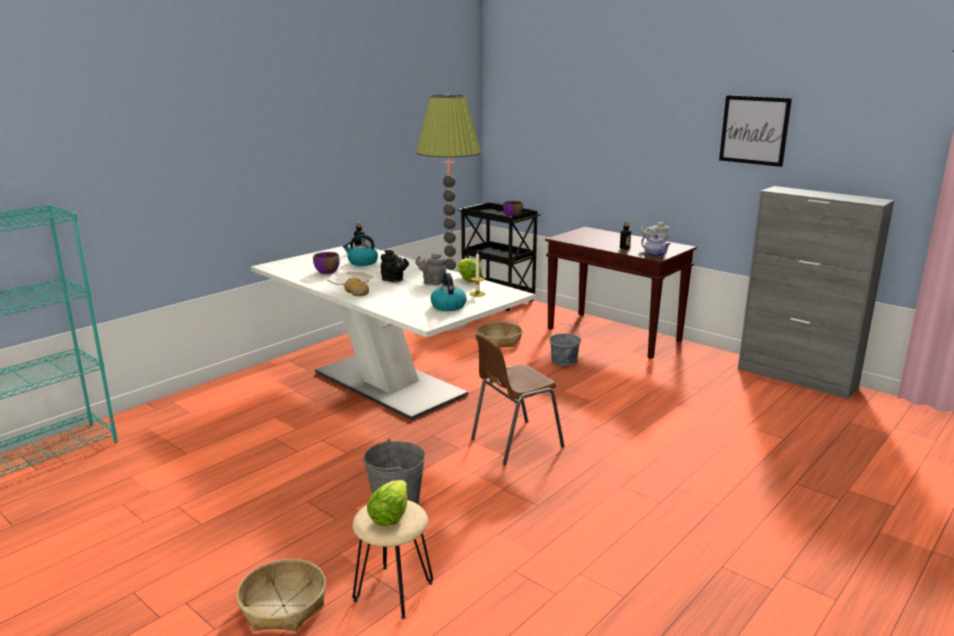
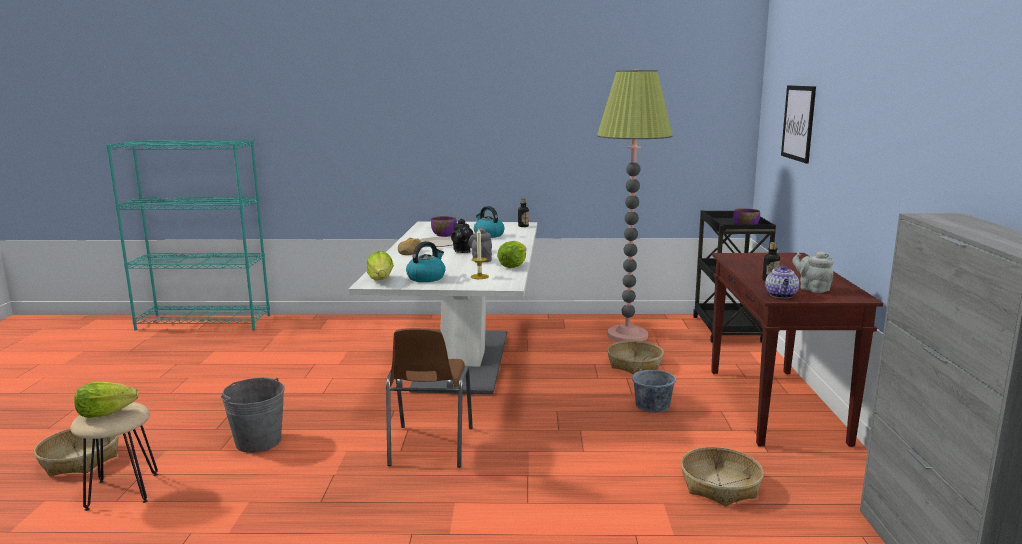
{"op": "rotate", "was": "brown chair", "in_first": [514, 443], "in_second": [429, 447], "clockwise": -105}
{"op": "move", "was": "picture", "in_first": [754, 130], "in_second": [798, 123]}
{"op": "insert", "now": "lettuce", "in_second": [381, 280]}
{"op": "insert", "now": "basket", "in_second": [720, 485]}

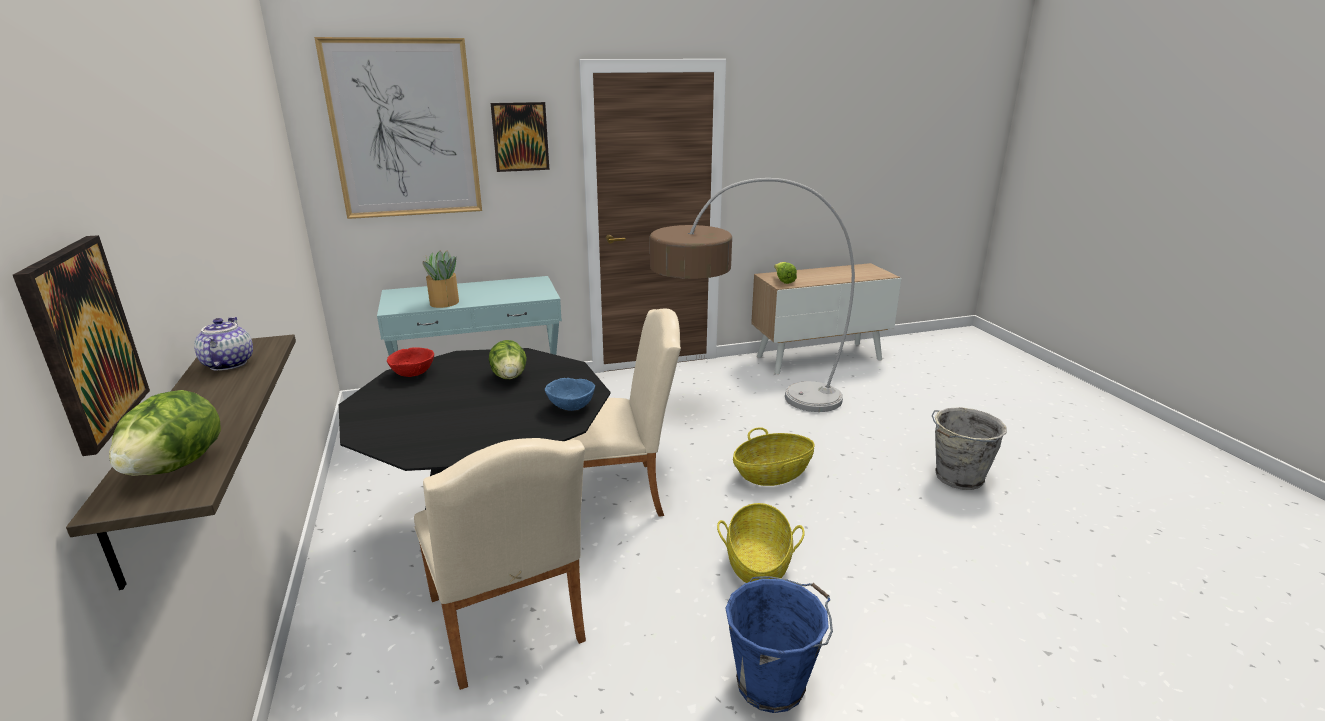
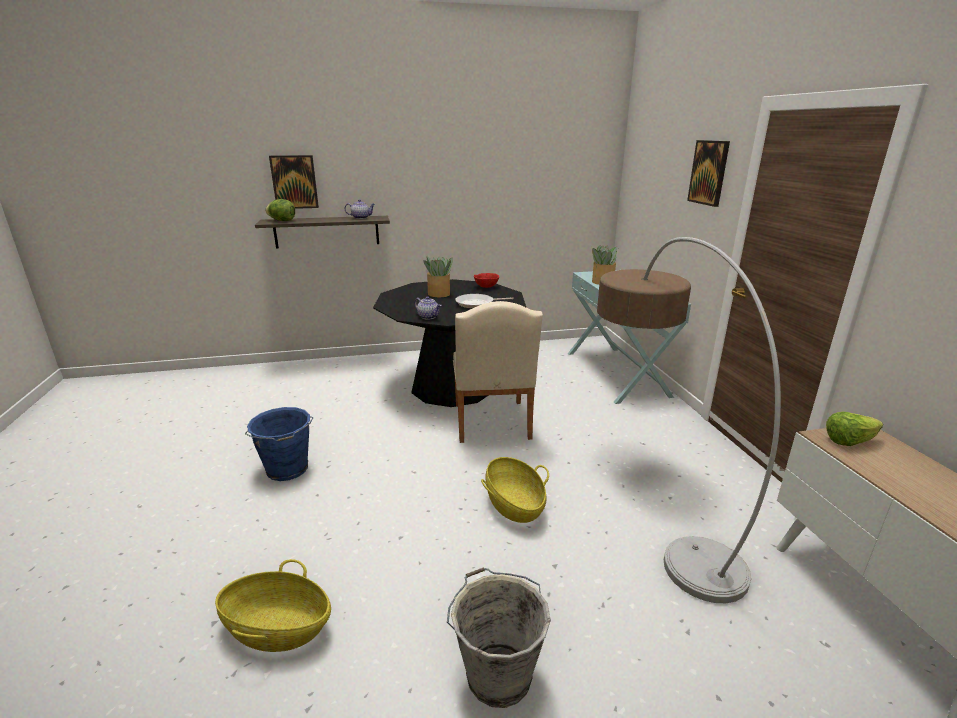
{"op": "delete", "was": "picture", "in_first": [404, 130]}
{"op": "delete", "was": "beige chair", "in_first": [508, 627]}
{"op": "replace", "was": "lettuce", "now": "frying pan", "in_first": [509, 377], "in_second": [477, 304]}
{"op": "replace", "was": "blue bowl", "now": "teapot", "in_first": [570, 407], "in_second": [429, 317]}
{"op": "move", "was": "basket", "in_first": [758, 563], "in_second": [278, 628]}
{"op": "insert", "now": "potted plant", "in_second": [439, 294]}

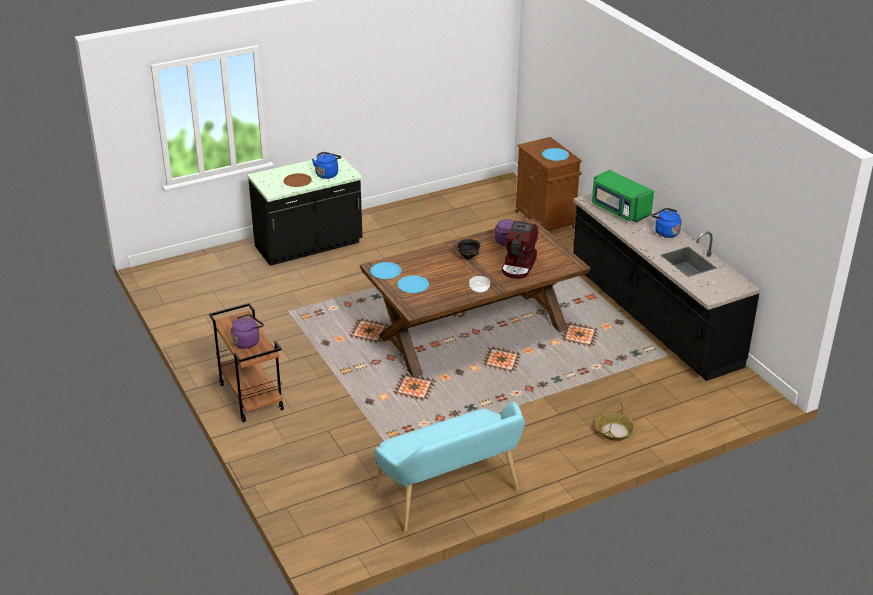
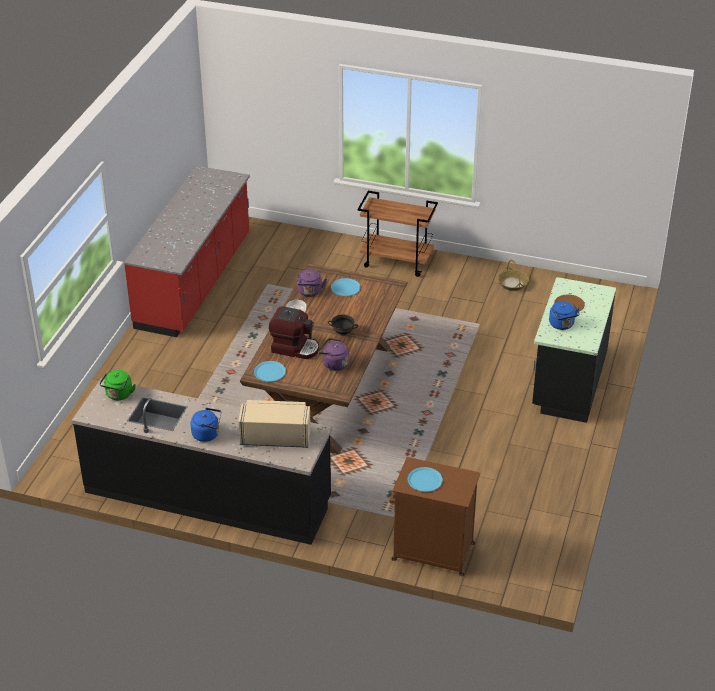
{"op": "move", "was": "purple kettle", "in_first": [247, 341], "in_second": [310, 292]}
{"op": "move", "was": "blue plate", "in_first": [385, 271], "in_second": [269, 372]}
{"op": "replace", "was": "turquoise bench", "now": "red counter", "in_first": [451, 496], "in_second": [195, 282]}
{"op": "rotate", "was": "coffee machine", "in_first": [519, 266], "in_second": [295, 348], "clockwise": 135}
{"op": "recolor", "was": "green microwave", "now": "beige microwave", "in_first": [619, 210], "in_second": [275, 437]}
{"op": "move", "was": "basket", "in_first": [614, 431], "in_second": [513, 284]}
{"op": "insert", "now": "green kettle", "in_second": [118, 395]}

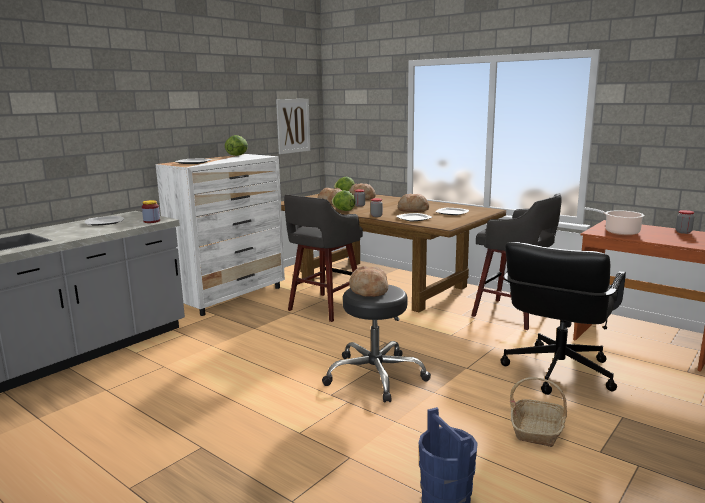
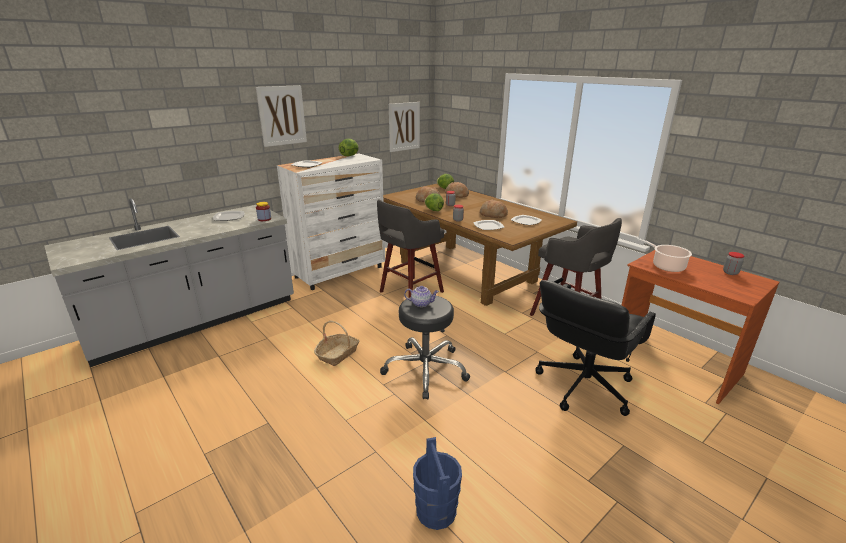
{"op": "replace", "was": "bread", "now": "teapot", "in_first": [368, 290], "in_second": [421, 303]}
{"op": "move", "was": "basket", "in_first": [537, 429], "in_second": [337, 354]}
{"op": "insert", "now": "picture", "in_second": [282, 115]}

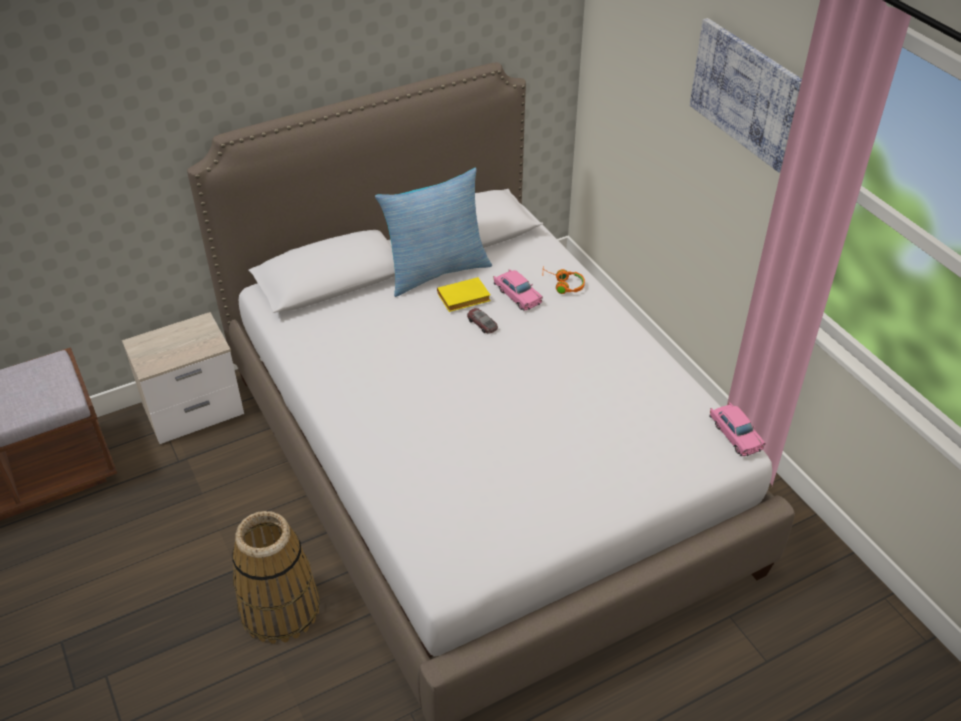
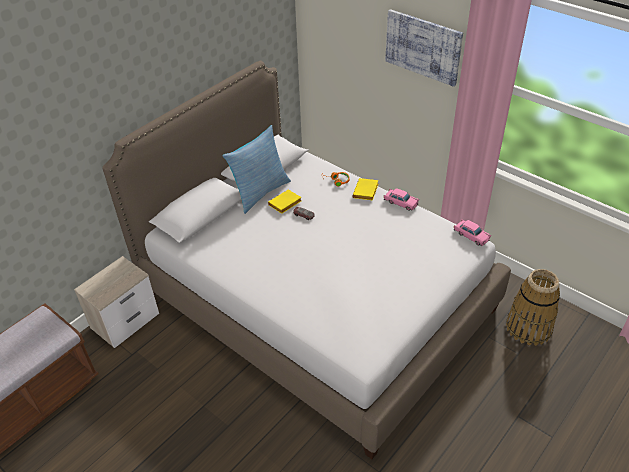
{"op": "move", "was": "basket", "in_first": [280, 609], "in_second": [529, 327]}
{"op": "move", "was": "pink toy car", "in_first": [517, 295], "in_second": [400, 202]}
{"op": "insert", "now": "yellow book", "in_second": [366, 192]}

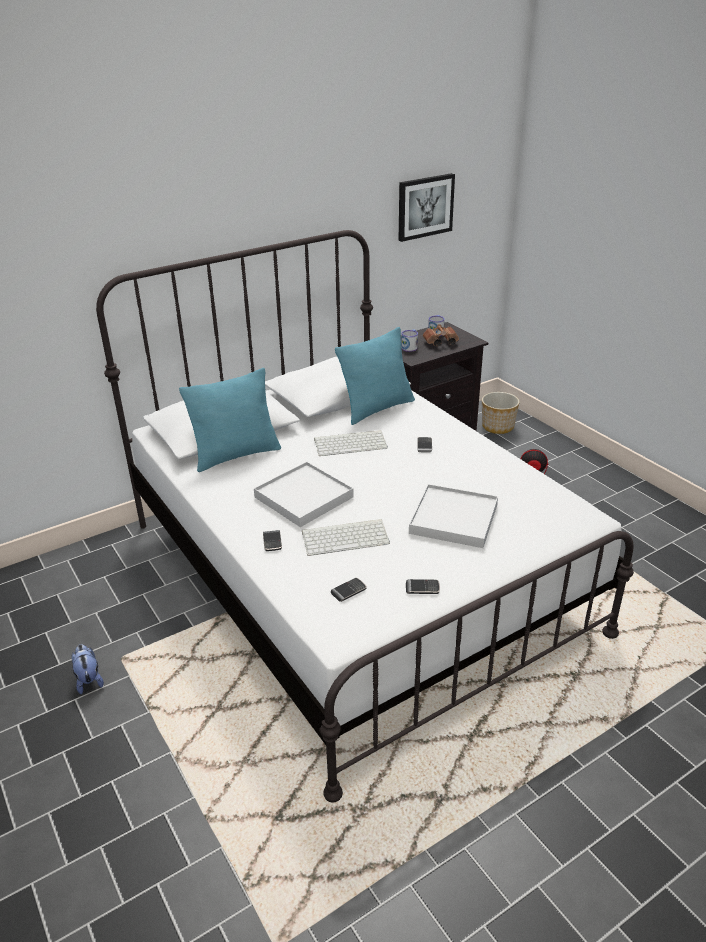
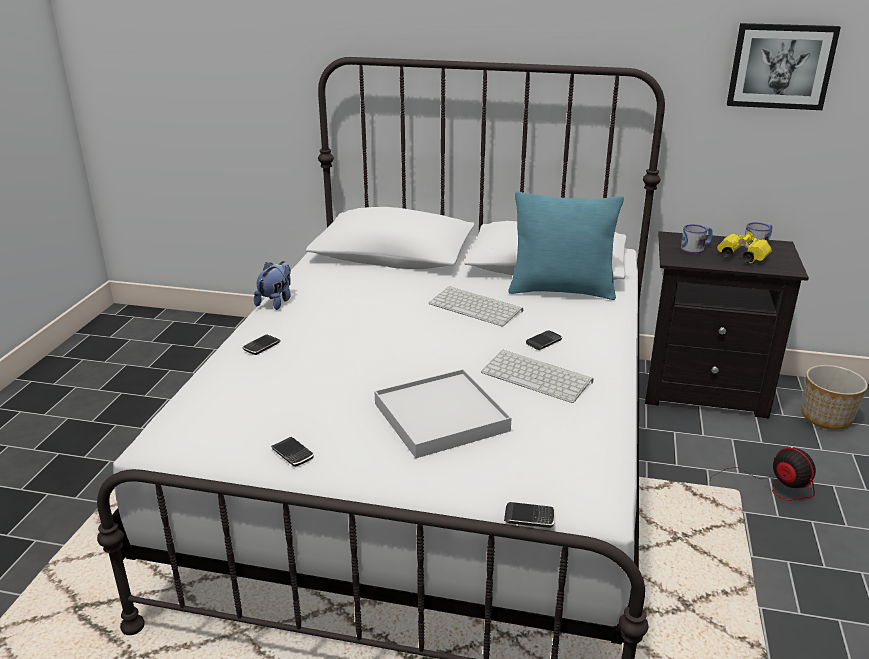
{"op": "move", "was": "plush toy", "in_first": [89, 679], "in_second": [276, 301]}
{"op": "delete", "was": "turquoise pillow", "in_first": [236, 455]}
{"op": "delete", "was": "white tray", "in_first": [303, 497]}
{"op": "move", "was": "keyboard", "in_first": [346, 537], "in_second": [538, 377]}
{"op": "move", "was": "phone", "in_first": [349, 591], "in_second": [529, 517]}
{"op": "recolor", "was": "brown binoculars", "now": "yellow binoculars", "in_first": [440, 343], "in_second": [740, 257]}

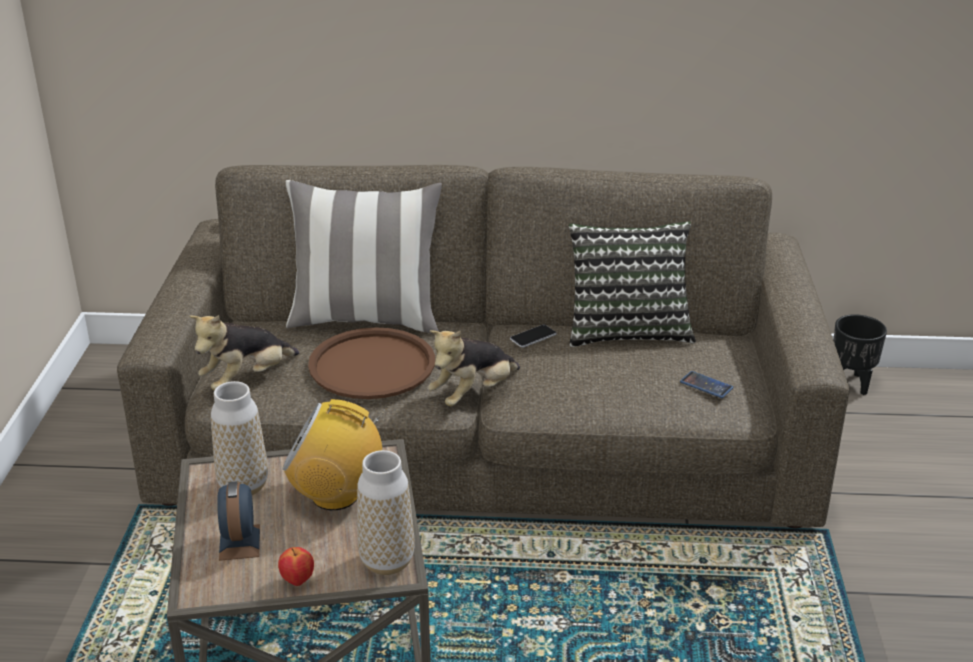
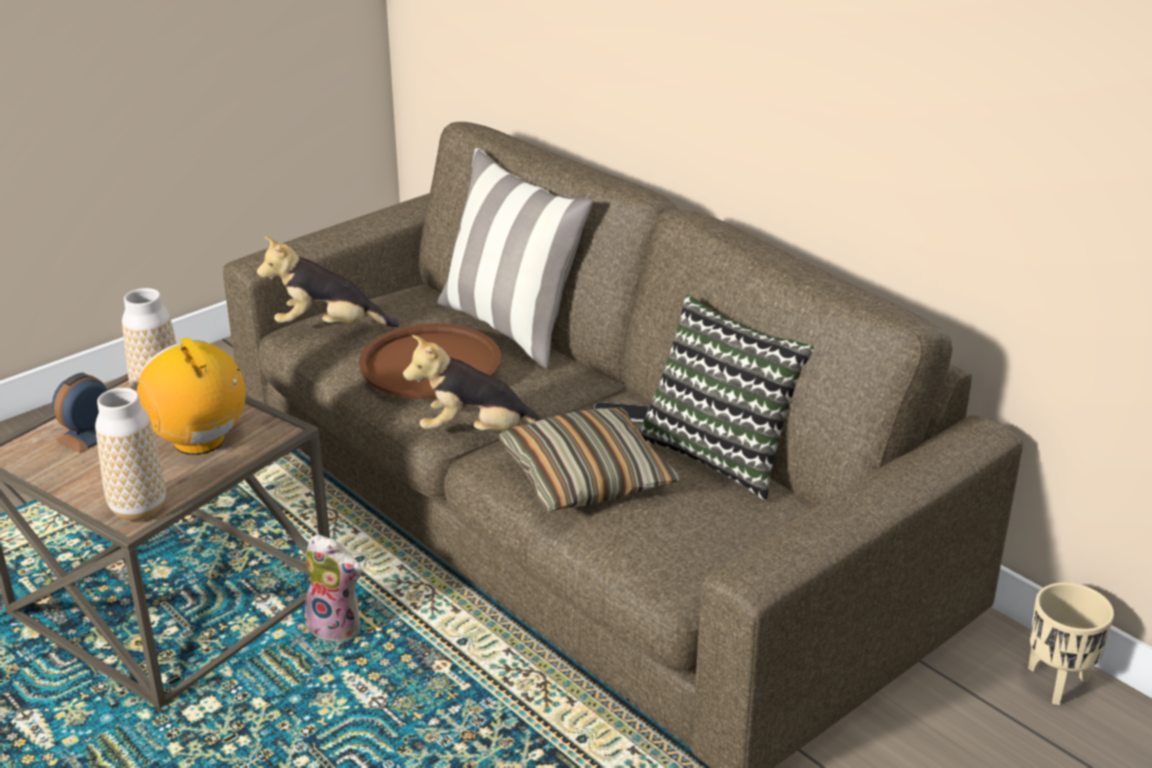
{"op": "delete", "was": "apple", "in_first": [297, 580]}
{"op": "delete", "was": "phone", "in_first": [706, 385]}
{"op": "recolor", "was": "black planter", "now": "beige planter", "in_first": [851, 383], "in_second": [1058, 683]}
{"op": "insert", "now": "plush toy", "in_second": [338, 627]}
{"op": "insert", "now": "pillow", "in_second": [586, 477]}

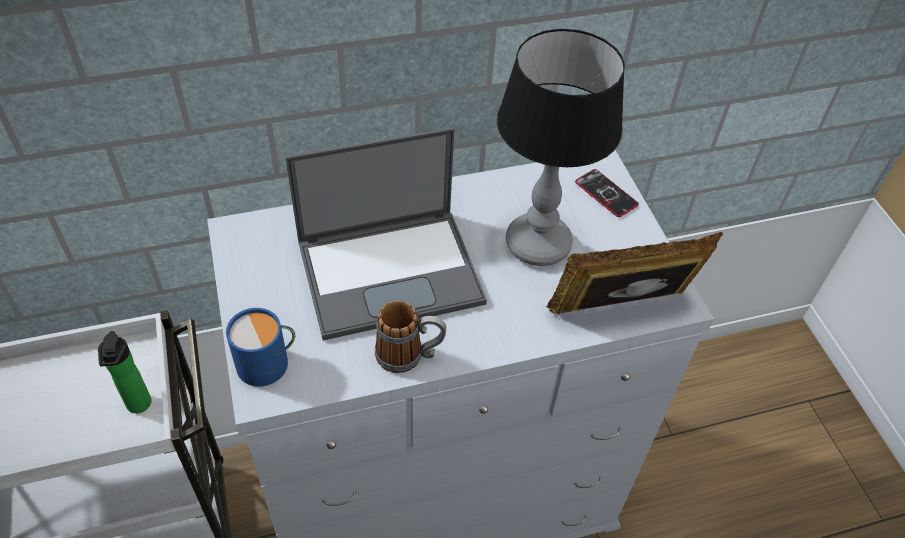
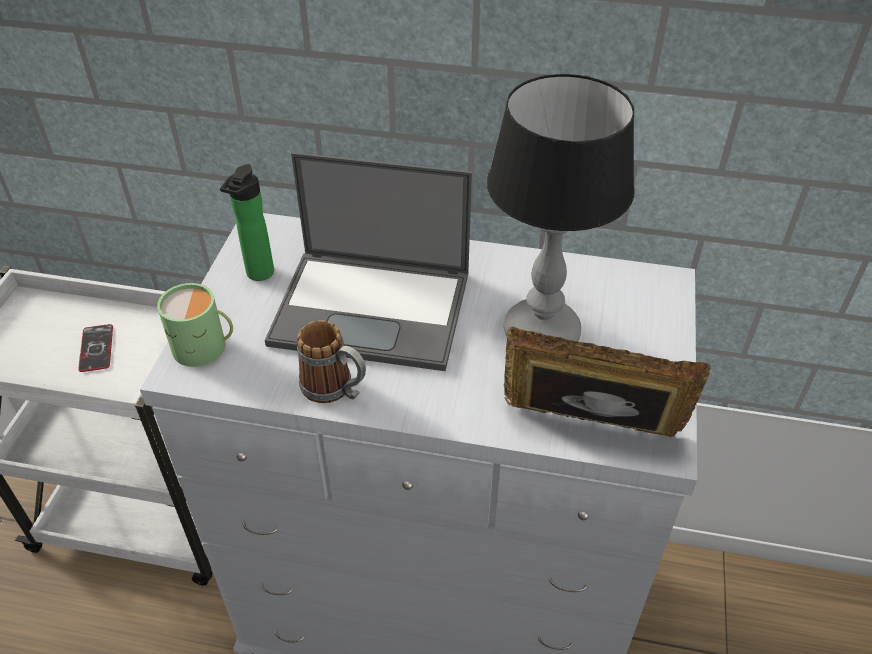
{"op": "move", "was": "bottle", "in_first": [138, 406], "in_second": [258, 275]}
{"op": "recolor", "was": "blue mug", "now": "green mug", "in_first": [268, 363], "in_second": [205, 347]}
{"op": "move", "was": "phone", "in_first": [606, 194], "in_second": [96, 348]}

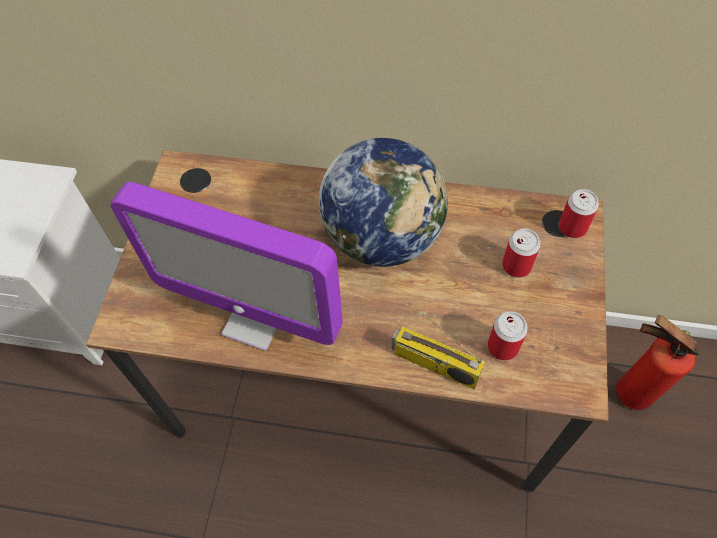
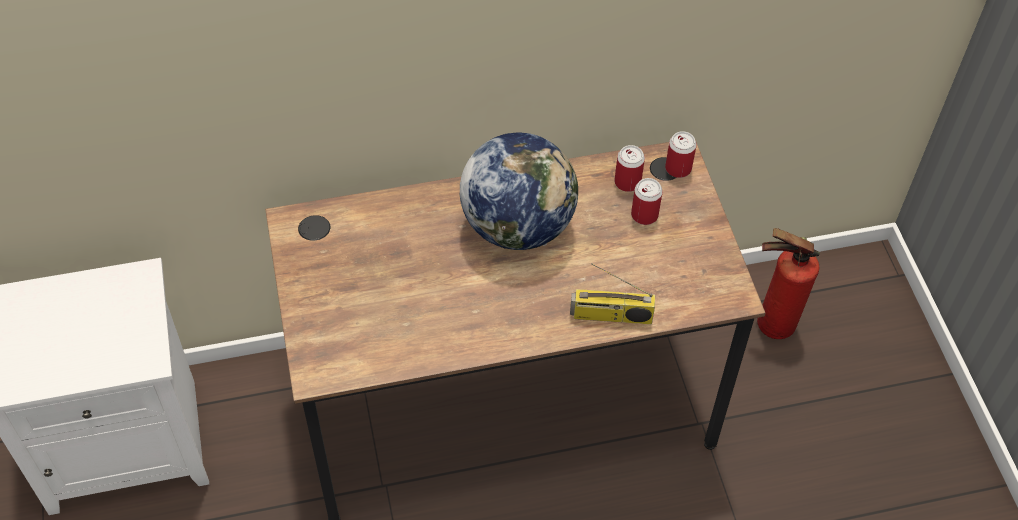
{"op": "delete", "was": "monitor", "in_first": [255, 320]}
{"op": "move", "was": "can", "in_first": [503, 346], "in_second": [627, 182]}

